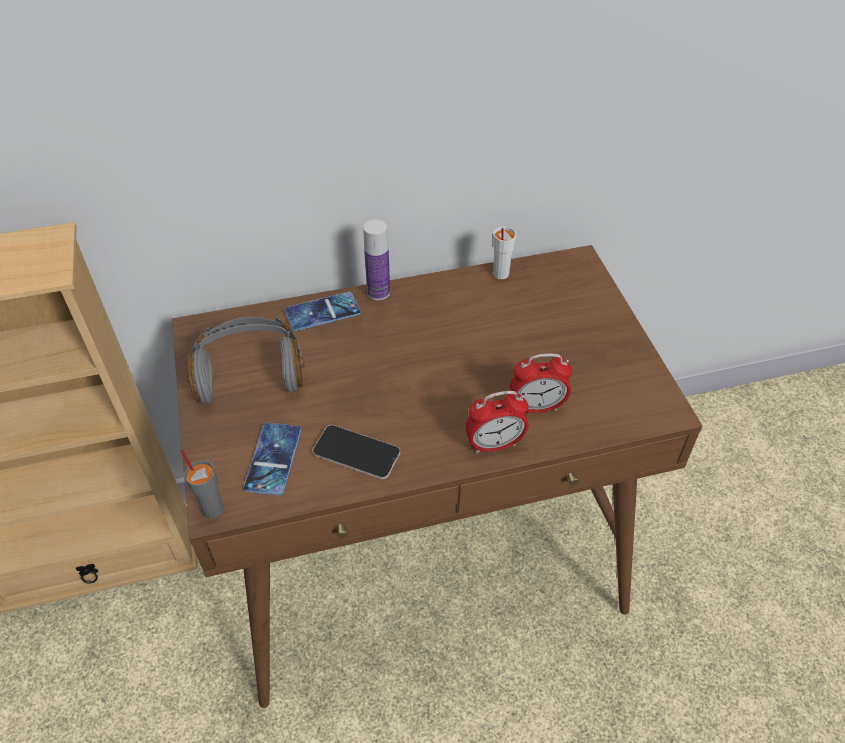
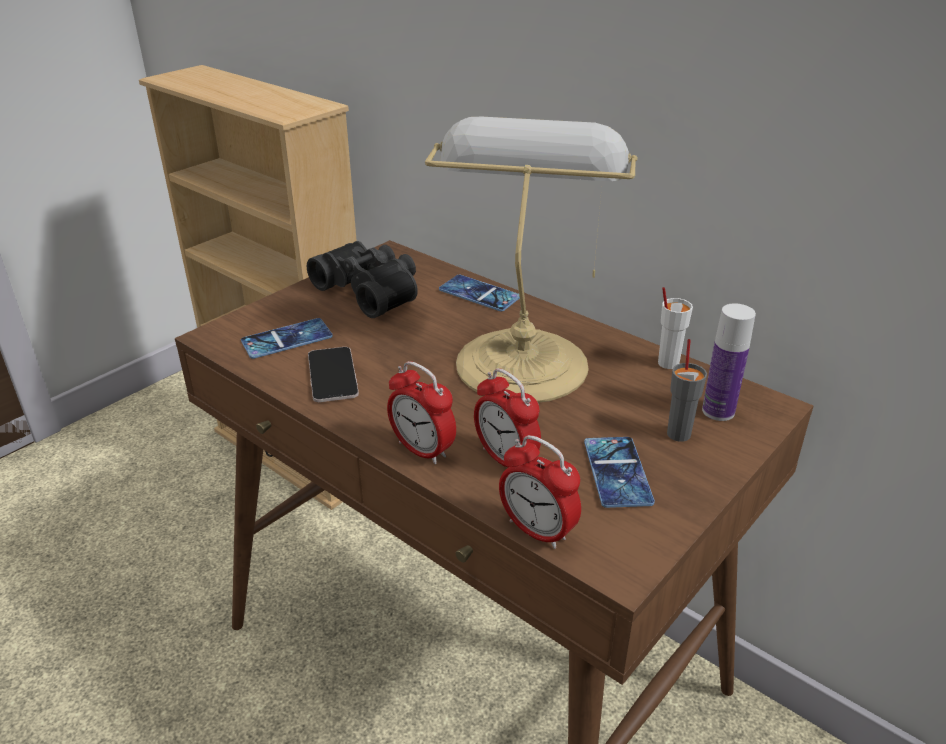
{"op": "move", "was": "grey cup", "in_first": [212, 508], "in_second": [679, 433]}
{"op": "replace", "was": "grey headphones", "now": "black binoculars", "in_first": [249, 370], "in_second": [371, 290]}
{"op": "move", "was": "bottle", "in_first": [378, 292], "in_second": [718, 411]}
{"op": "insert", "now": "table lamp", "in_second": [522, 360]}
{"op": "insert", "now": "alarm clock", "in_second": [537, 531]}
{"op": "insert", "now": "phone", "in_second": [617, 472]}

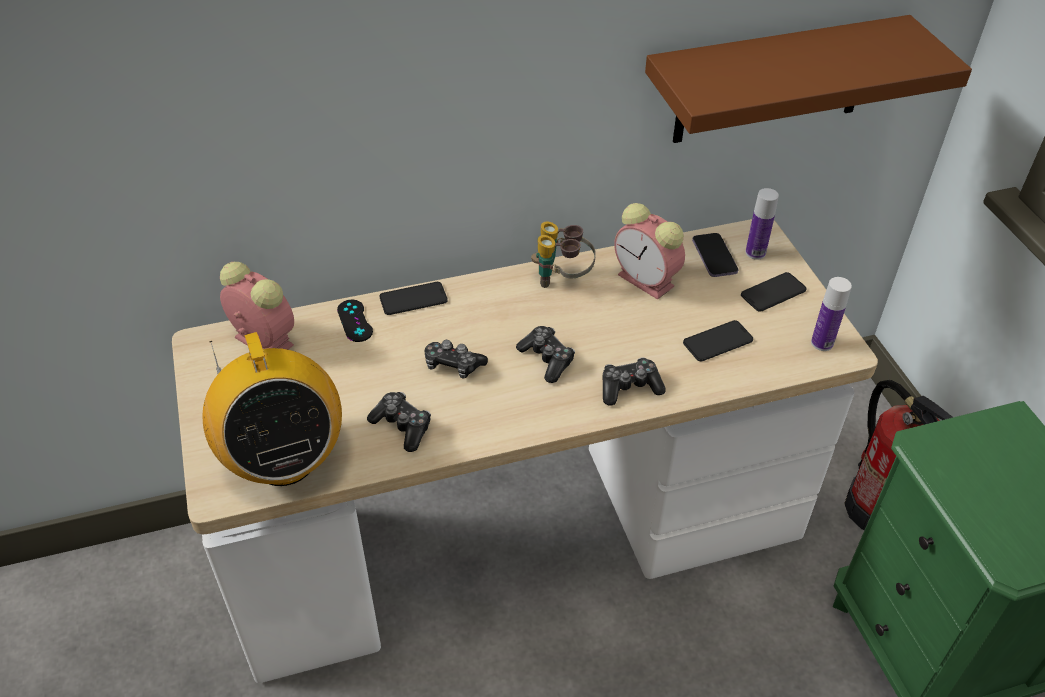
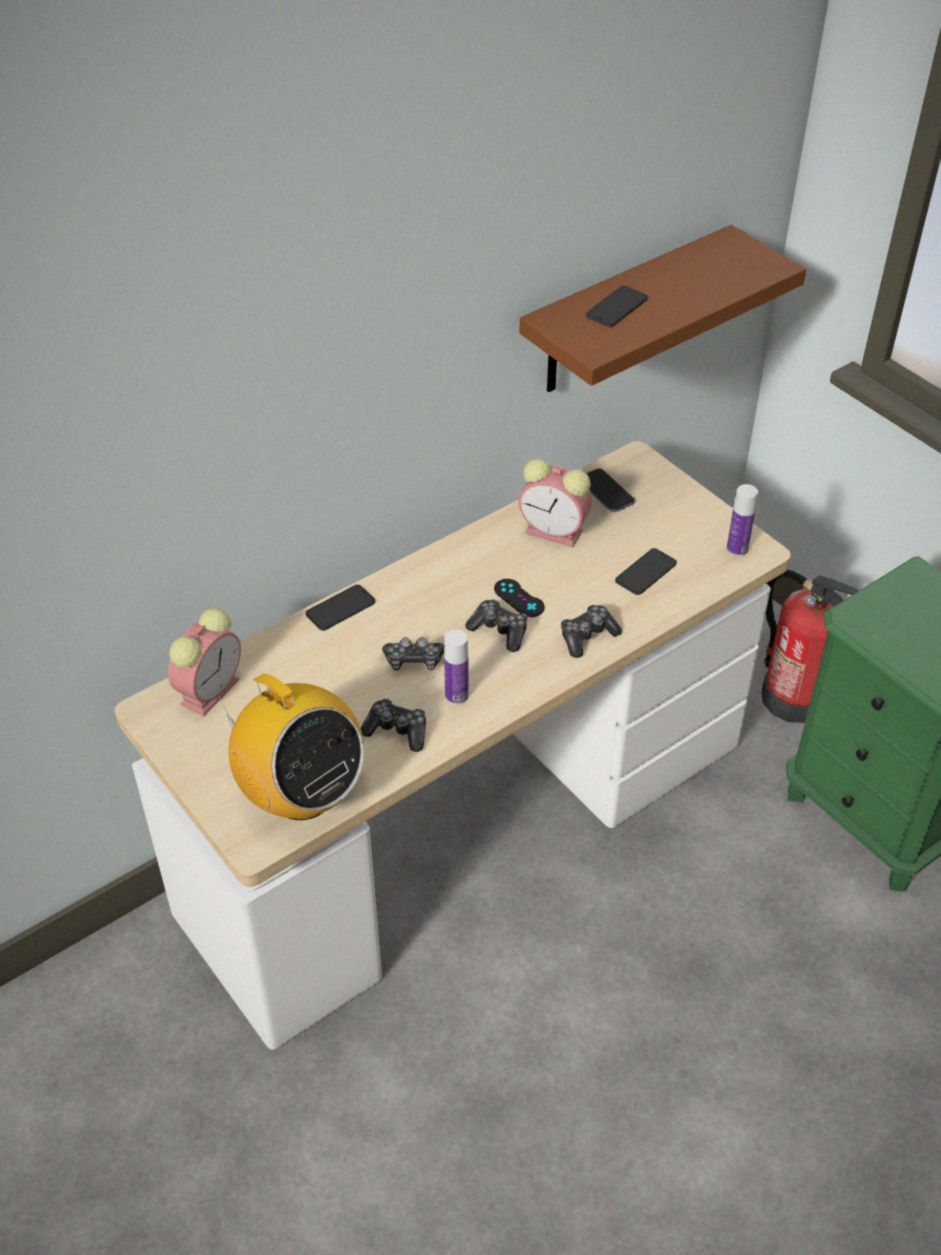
{"op": "rotate", "was": "alarm clock", "in_first": [261, 340], "in_second": [211, 689], "clockwise": 105}
{"op": "move", "was": "black game controller", "in_first": [355, 321], "in_second": [519, 598]}
{"op": "delete", "was": "binoculars", "in_first": [562, 279]}
{"op": "move", "was": "phone", "in_first": [773, 292], "in_second": [616, 307]}
{"op": "move", "was": "bottle", "in_first": [755, 253], "in_second": [456, 696]}

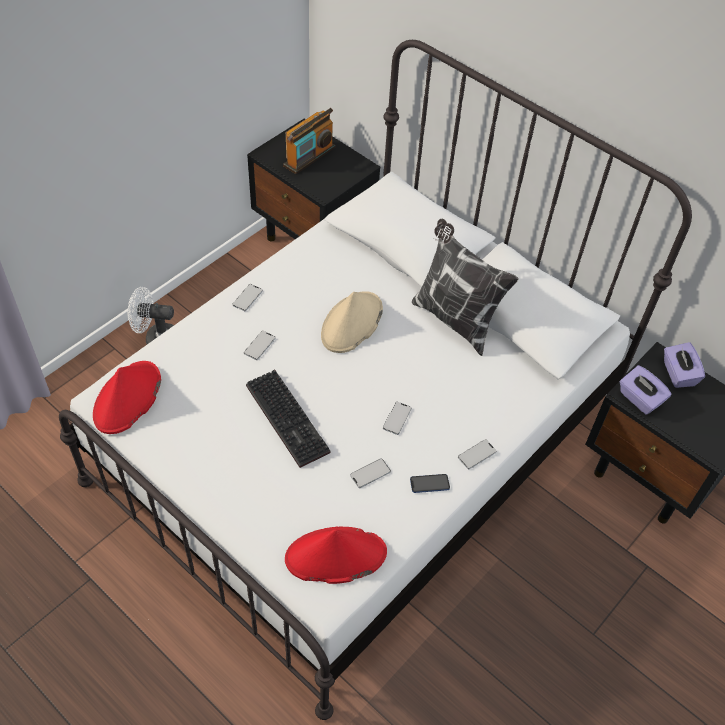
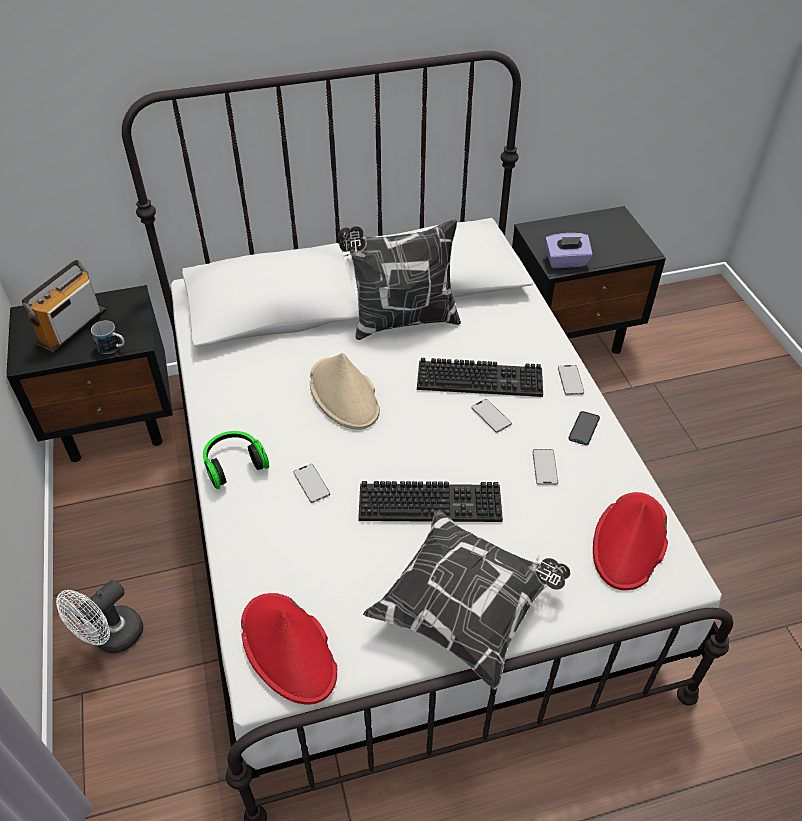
{"op": "replace", "was": "phone", "now": "headphones", "in_first": [247, 298], "in_second": [234, 464]}
{"op": "rotate", "was": "radio", "in_first": [309, 157], "in_second": [72, 328], "clockwise": -135}
{"op": "delete", "was": "purple tissue box", "in_first": [678, 374]}
{"op": "insert", "now": "mug", "in_second": [113, 348]}
{"op": "insert", "now": "pillow", "in_second": [467, 610]}
{"op": "insert", "now": "keyboard", "in_second": [482, 378]}

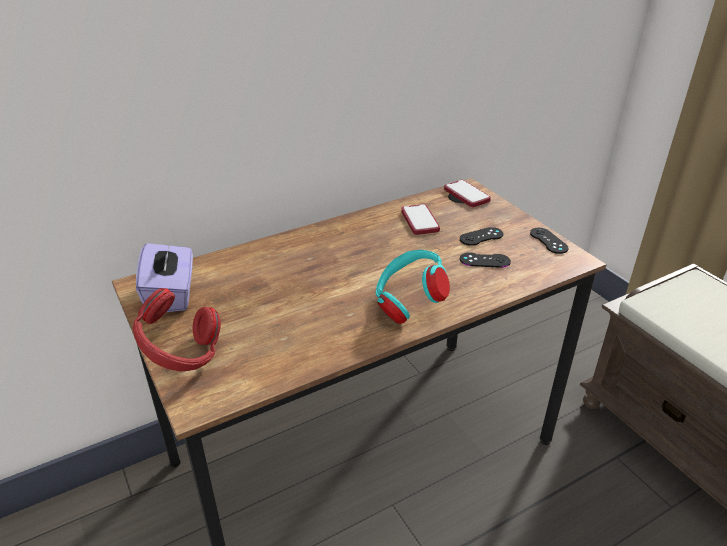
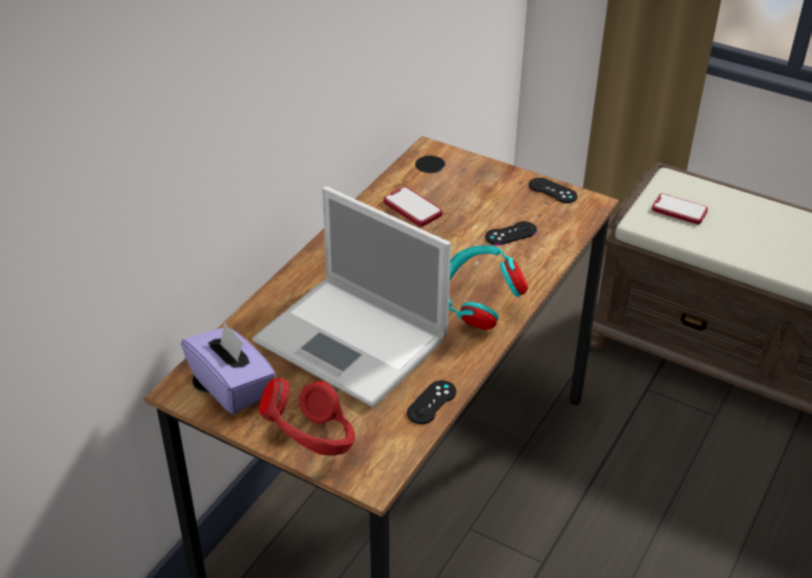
{"op": "move", "was": "phone", "in_first": [466, 195], "in_second": [679, 210]}
{"op": "move", "was": "black game controller", "in_first": [481, 236], "in_second": [431, 402]}
{"op": "insert", "now": "laptop", "in_second": [354, 341]}

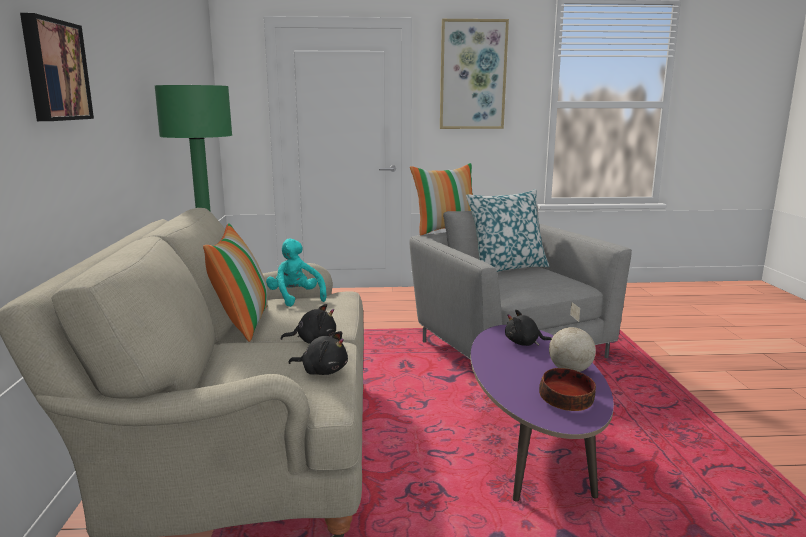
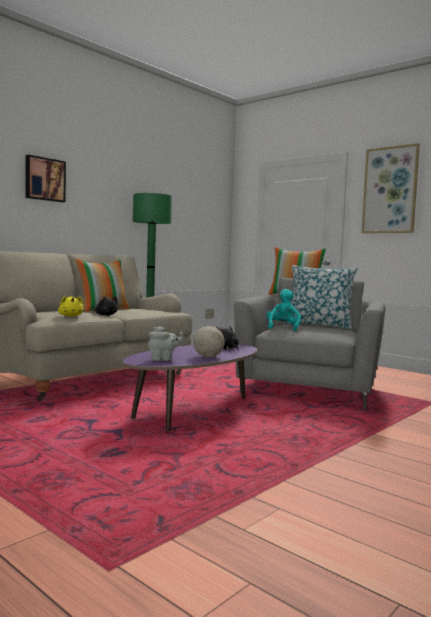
{"op": "move", "was": "turquoise plush toy", "in_first": [295, 298], "in_second": [283, 328]}
{"op": "recolor", "was": "black plush toy", "now": "yellow plush toy", "in_first": [322, 371], "in_second": [71, 316]}
{"op": "replace", "was": "bowl", "now": "grey teapot", "in_first": [566, 401], "in_second": [163, 359]}

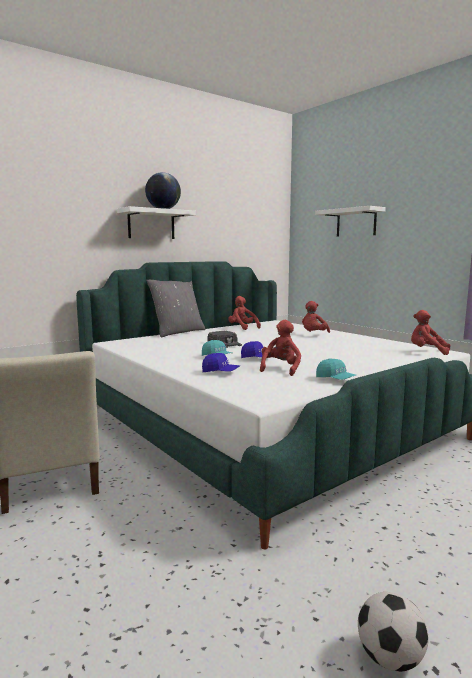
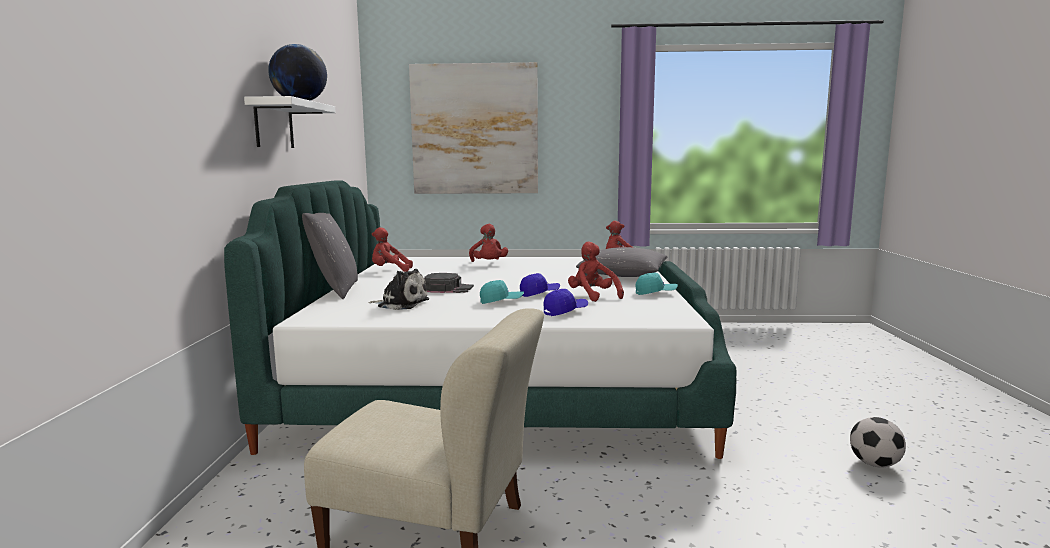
{"op": "replace", "was": "white shelf", "now": "picture", "in_first": [356, 222], "in_second": [474, 129]}
{"op": "insert", "now": "plush toy", "in_second": [401, 304]}
{"op": "insert", "now": "grey pillow", "in_second": [622, 275]}

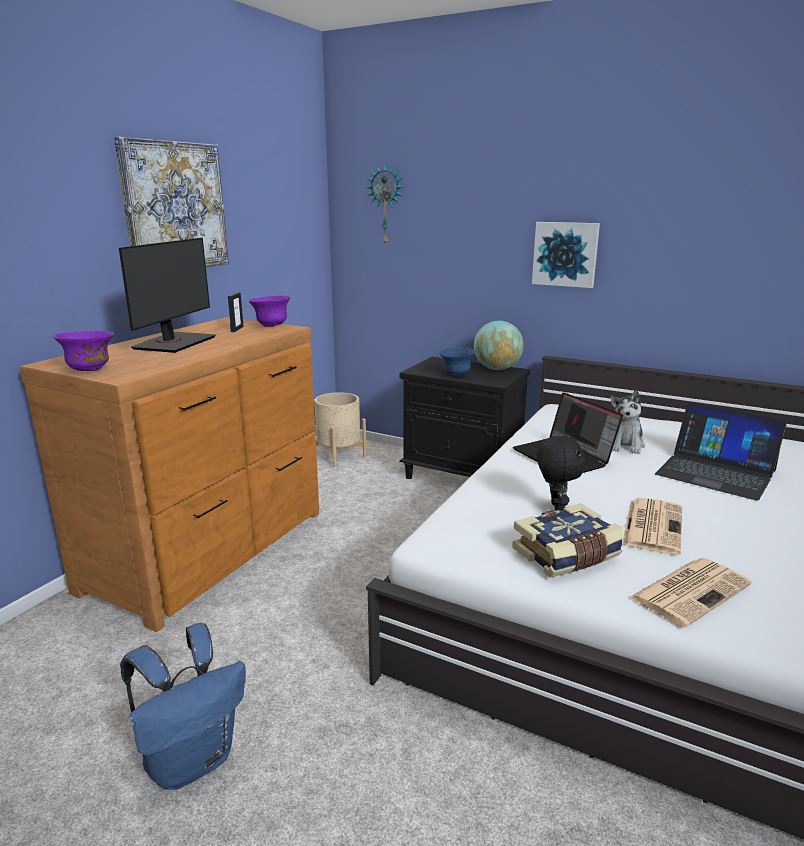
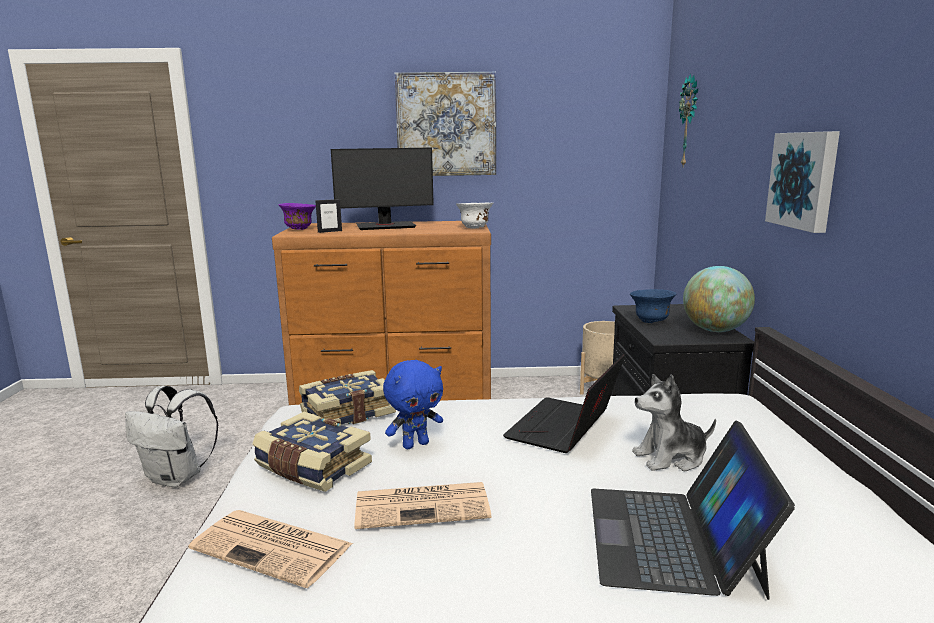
{"op": "recolor", "was": "blue backpack", "now": "white backpack", "in_first": [192, 760], "in_second": [177, 478]}
{"op": "move", "was": "picture frame", "in_first": [237, 329], "in_second": [329, 231]}
{"op": "recolor", "was": "purple bowl", "now": "white bowl", "in_first": [271, 326], "in_second": [474, 228]}
{"op": "recolor", "was": "black plush toy", "now": "blue plush toy", "in_first": [555, 507], "in_second": [415, 444]}
{"op": "insert", "now": "book", "in_second": [347, 412]}

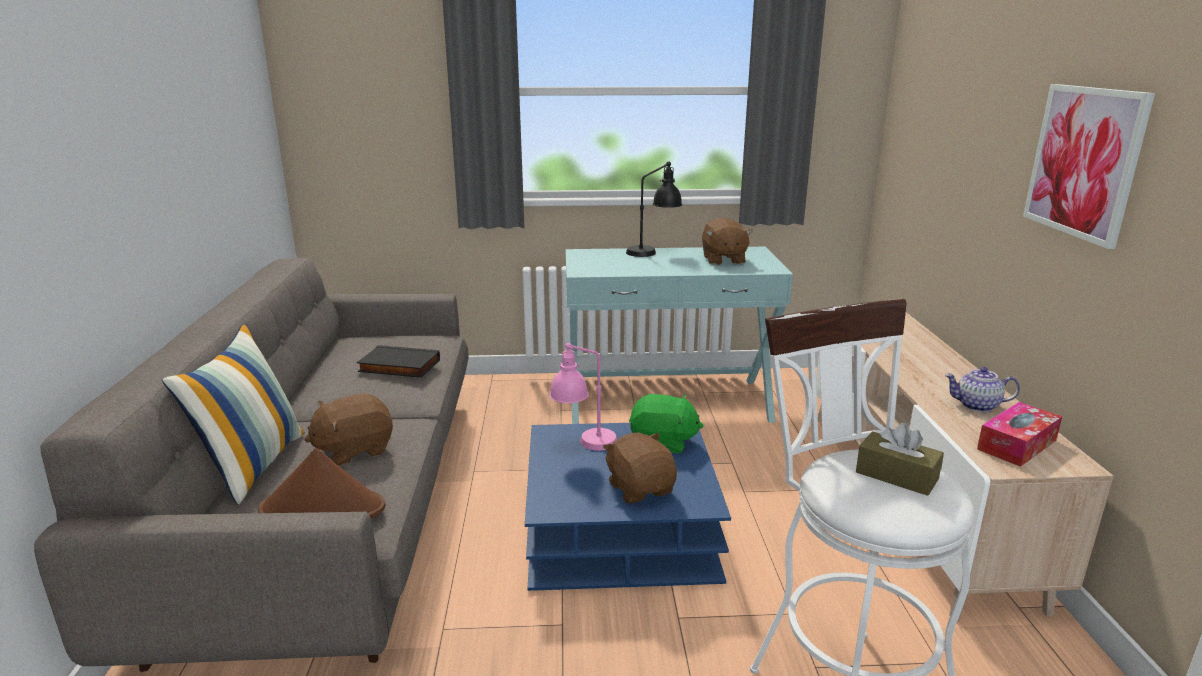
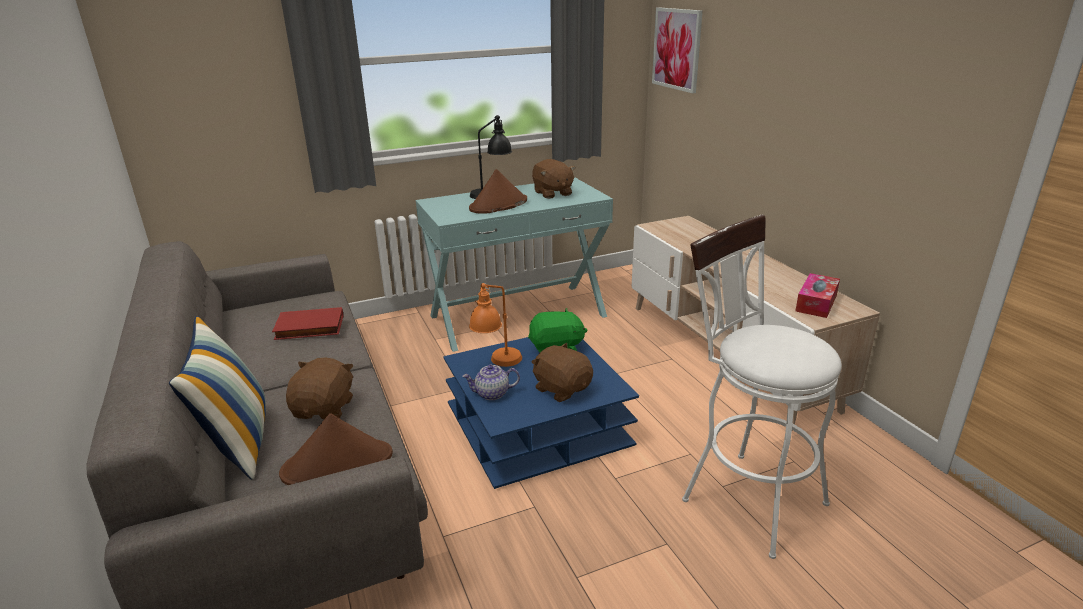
{"op": "rotate", "was": "brown plush toy", "in_first": [354, 450], "in_second": [325, 409], "clockwise": 150}
{"op": "recolor", "was": "black book", "now": "red book", "in_first": [398, 366], "in_second": [309, 328]}
{"op": "recolor", "was": "pink table lamp", "now": "orange table lamp", "in_first": [584, 445], "in_second": [497, 364]}
{"op": "delete", "was": "brown tissue box", "in_first": [896, 475]}
{"op": "move", "was": "teapot", "in_first": [976, 406], "in_second": [492, 394]}
{"op": "move", "was": "picture", "in_first": [1084, 162], "in_second": [677, 49]}
{"op": "insert", "now": "brown hat", "in_second": [498, 205]}

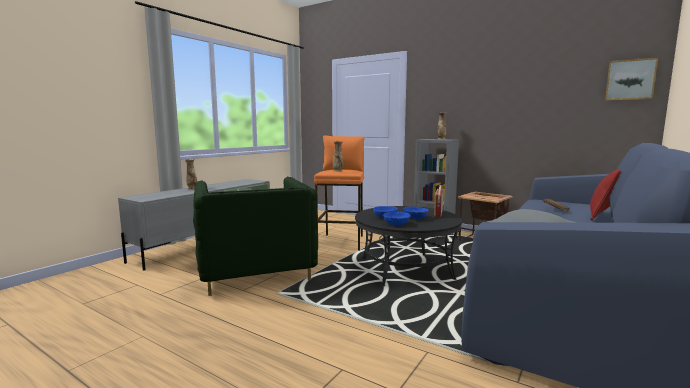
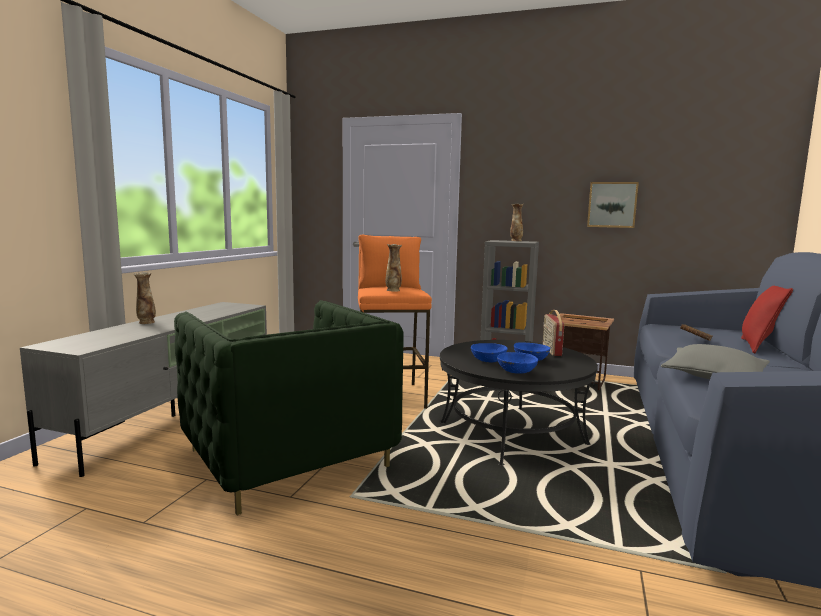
{"op": "move", "was": "picture", "in_first": [630, 80], "in_second": [612, 205]}

